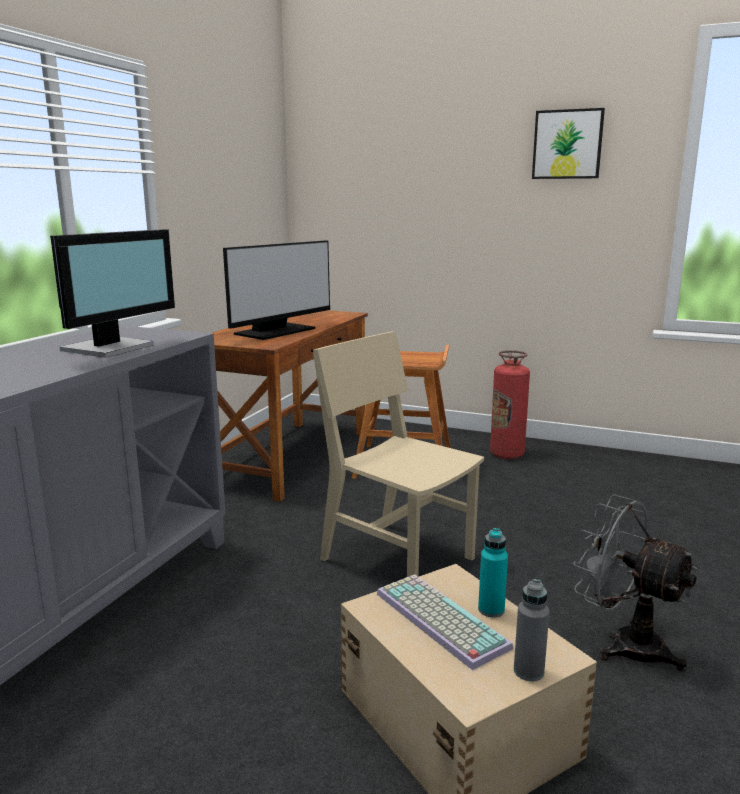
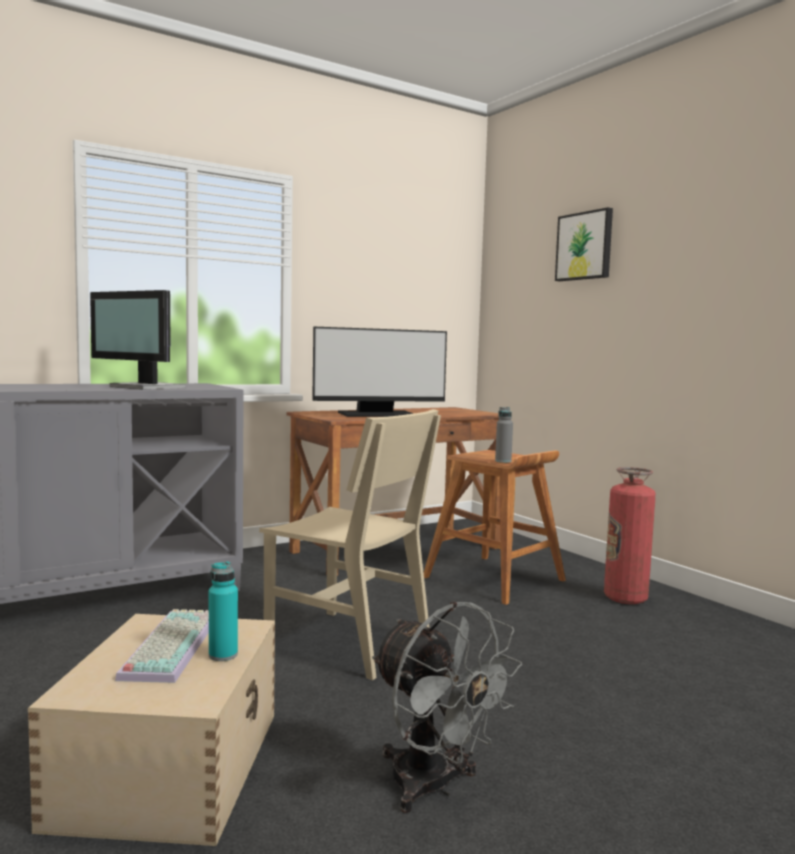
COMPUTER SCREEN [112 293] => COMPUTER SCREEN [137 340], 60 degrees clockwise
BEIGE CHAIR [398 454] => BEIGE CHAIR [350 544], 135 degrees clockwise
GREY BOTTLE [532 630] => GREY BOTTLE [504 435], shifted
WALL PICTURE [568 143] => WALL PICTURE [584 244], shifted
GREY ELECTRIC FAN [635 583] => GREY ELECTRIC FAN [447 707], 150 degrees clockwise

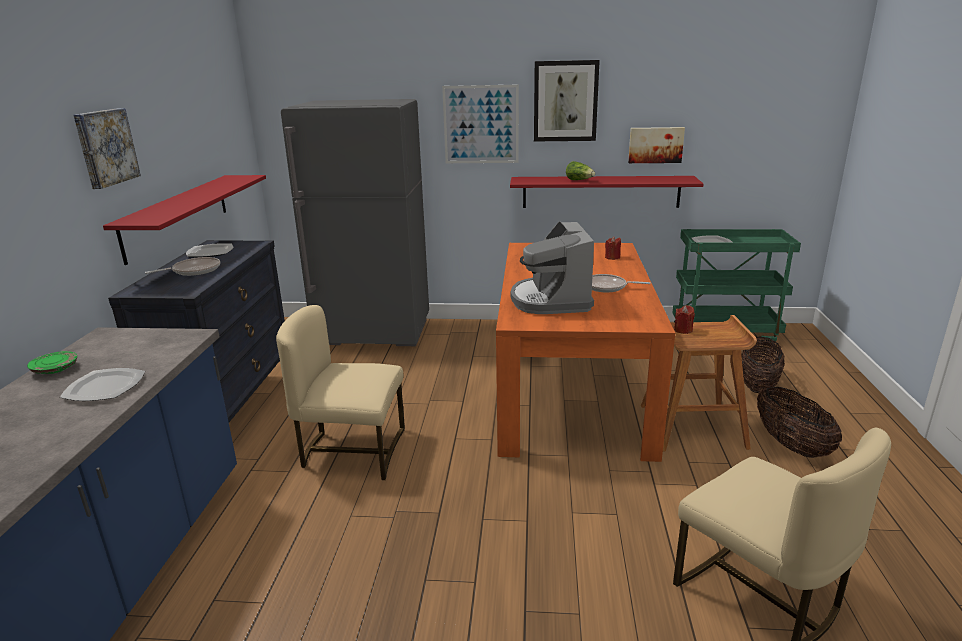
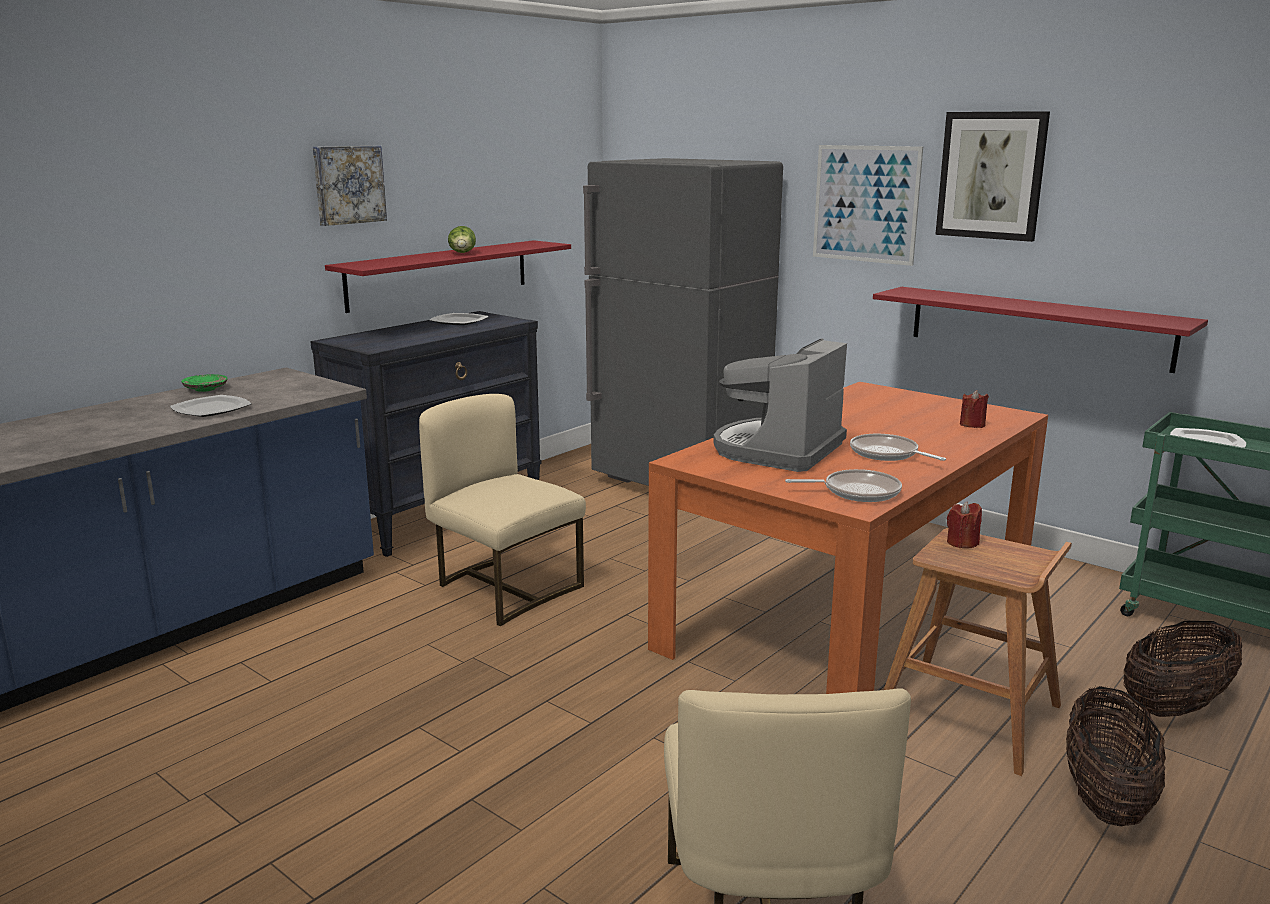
FRYING PAN [182 266] => FRYING PAN [843 485], shifted
HEAD OF LETTUCE [580 170] => HEAD OF LETTUCE [462 239], shifted
WALL PICTURE [656 145] => nothing

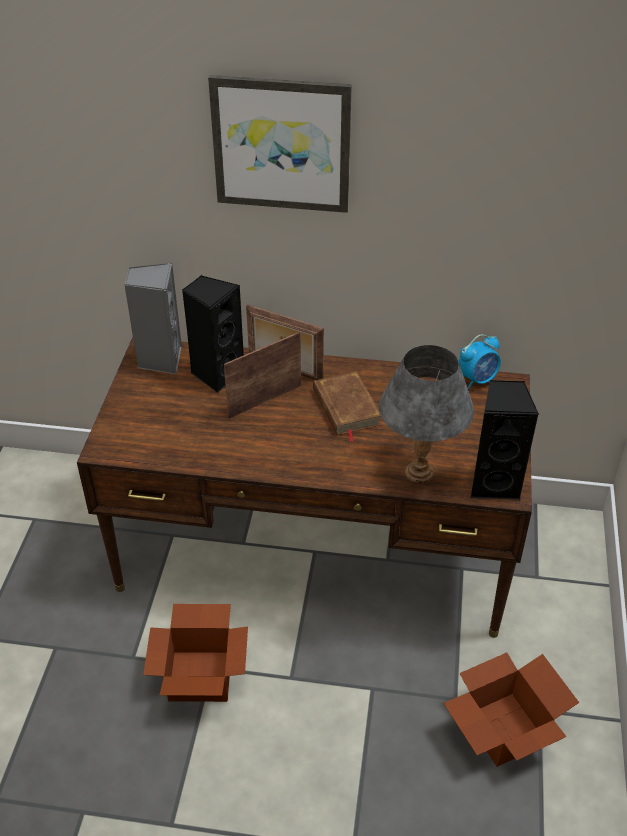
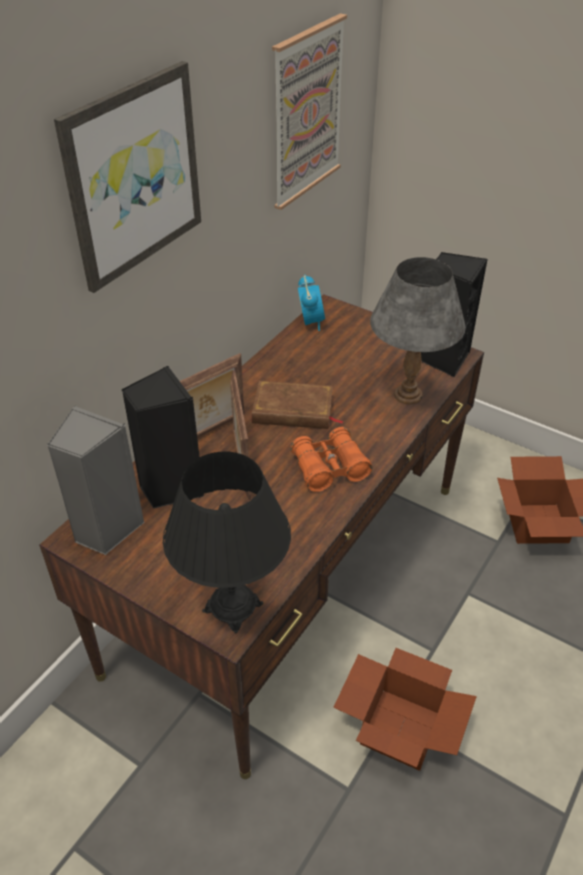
nothing => BLACK TABLE LAMP [227 542]
nothing => WALL PICTURE [309 111]
nothing => ORANGEY FIELD GLASSES [331 459]

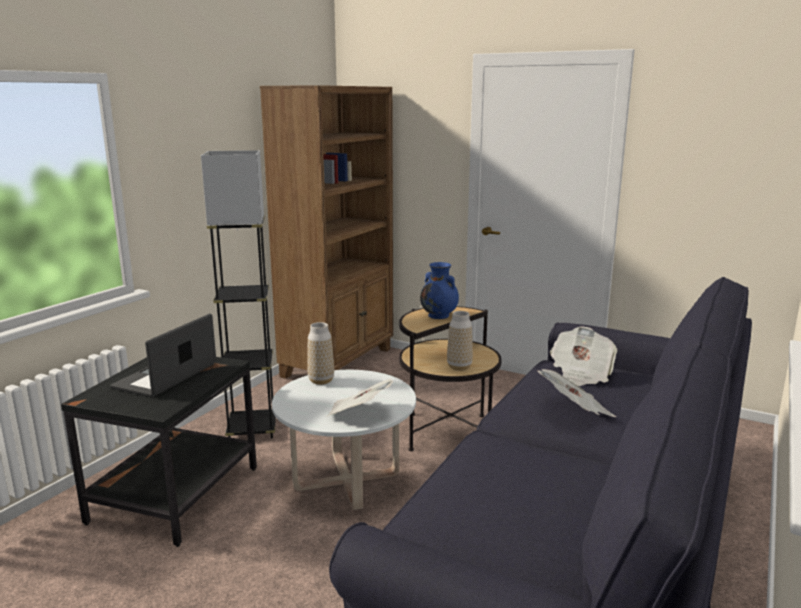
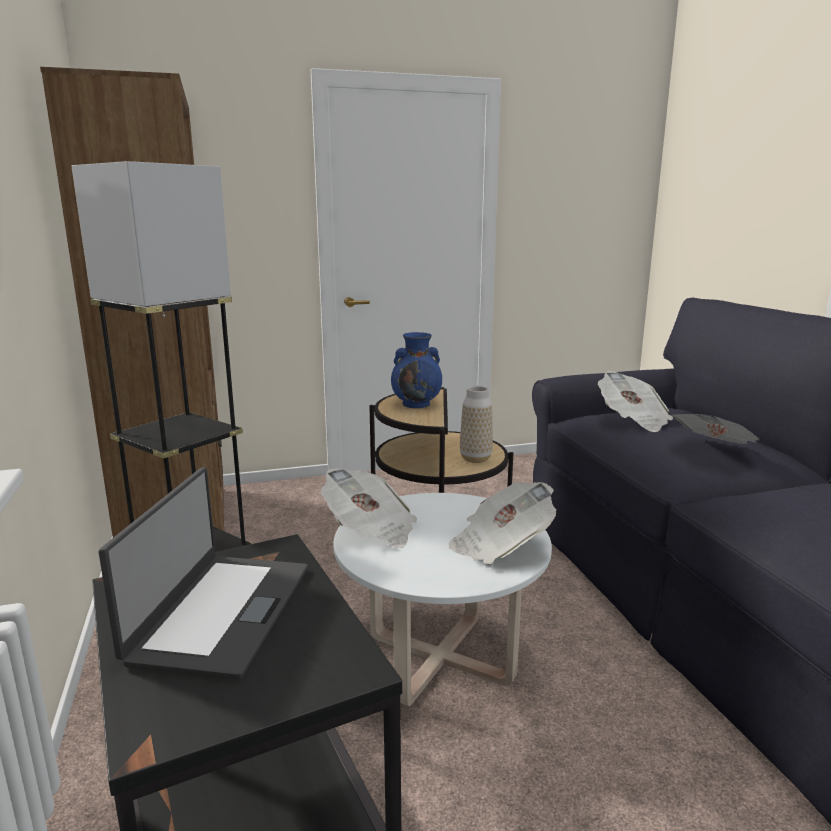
LAPTOP [163 356] => LAPTOP [203 573], 150 degrees counterclockwise
DECORATIVE VASE [320 353] => NEWSPAPER [369 508]

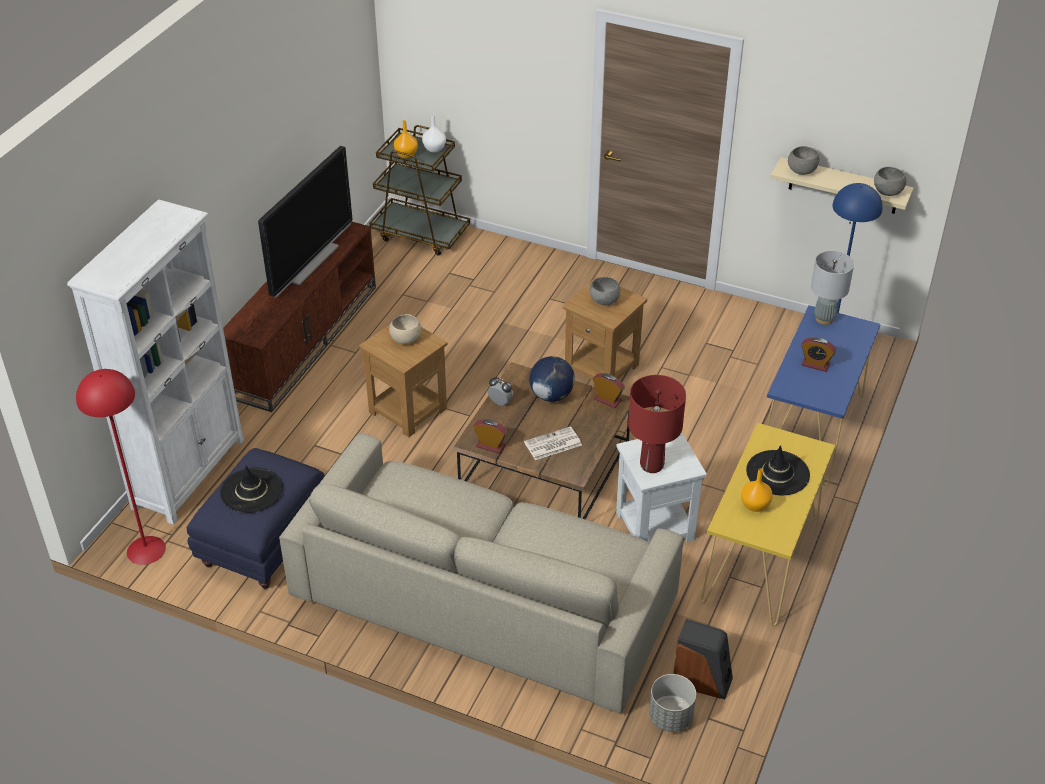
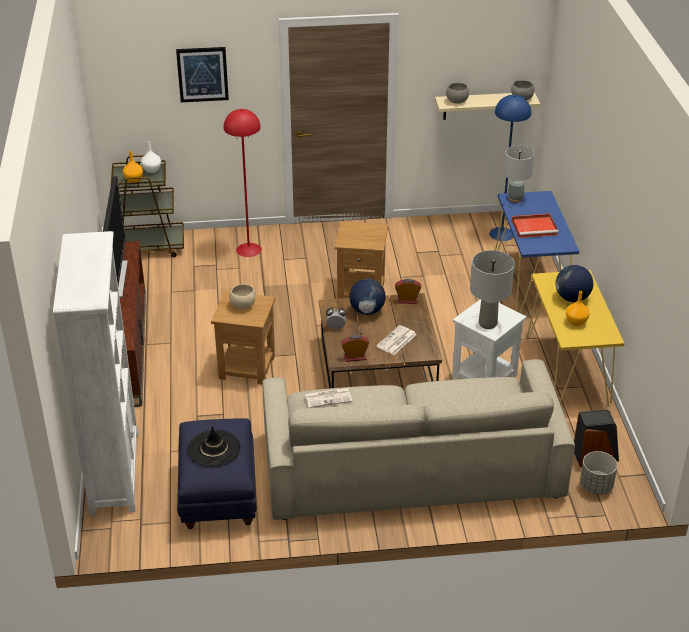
REDDISH FLOOR LAMP [121 467] => REDDISH FLOOR LAMP [242 183], shifted
GREY DEEP DISH [605 291] => nothing
REDDISH TABLE LAMP [657 424] => GREY TABLE LAMP [492 289]
BLACK WEARABLE HAT [778 470] => WORLD GLOBE [575 283]
BEDSIDE CLOCK [819 355] => REDDISH TRAY [535 225]
nothing => WALL PICTURE [202 74]
nothing => NEWSPAPER [328 398]

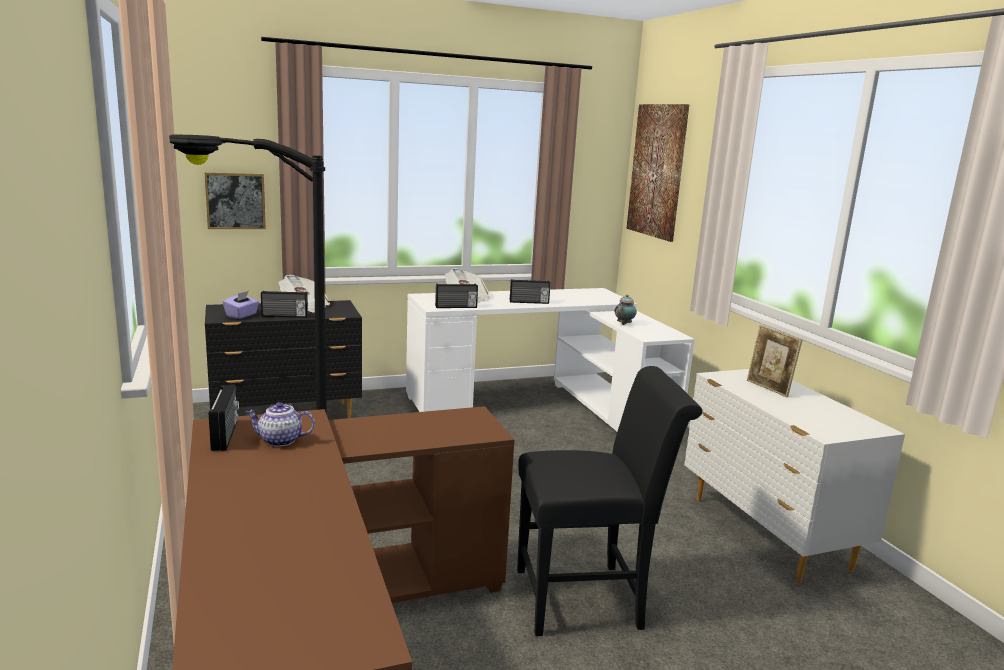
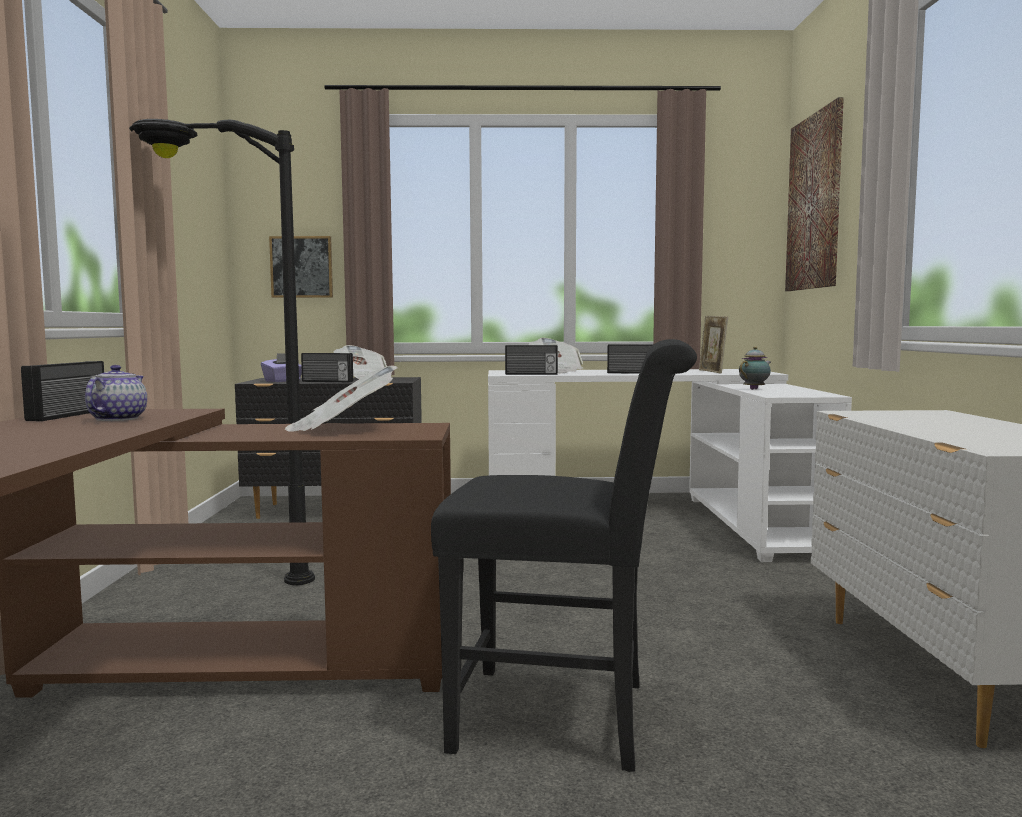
POT FOR TEA [280 424] => POT FOR TEA [116 393], 75 degrees clockwise
PHOTO FRAME [774 361] => PHOTO FRAME [713 345], shifted
nothing => NEWSPAPER [341 398]

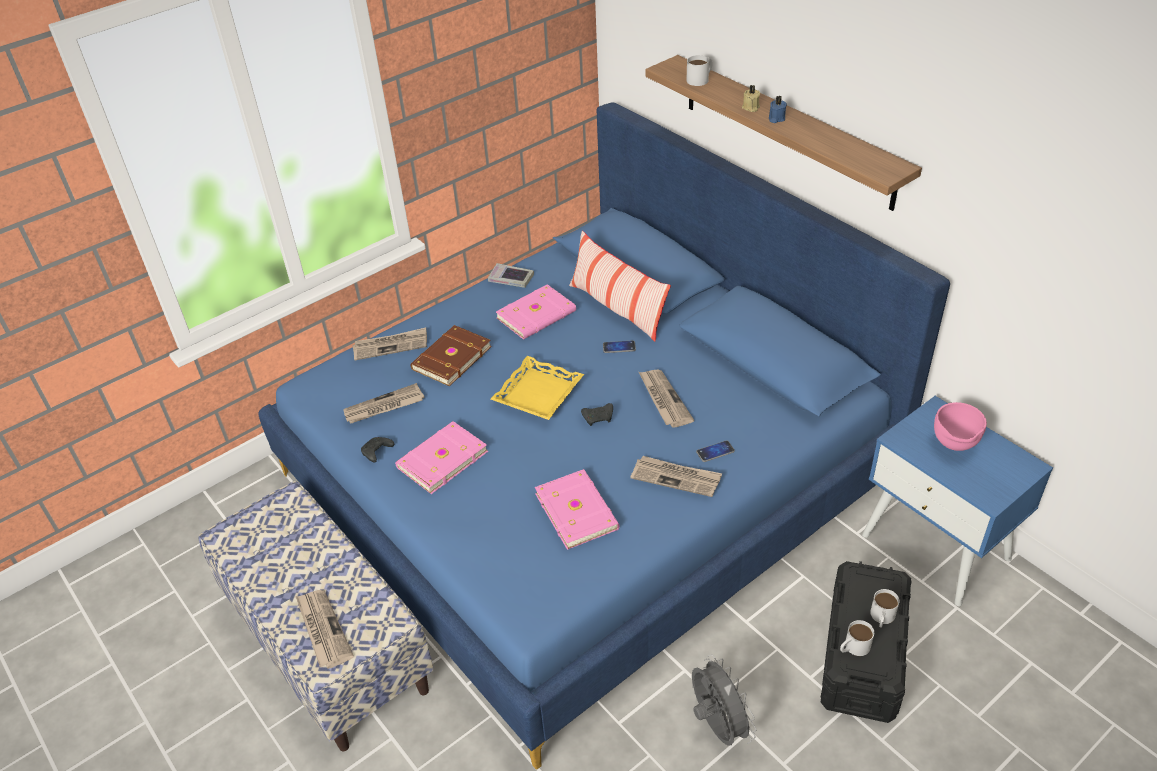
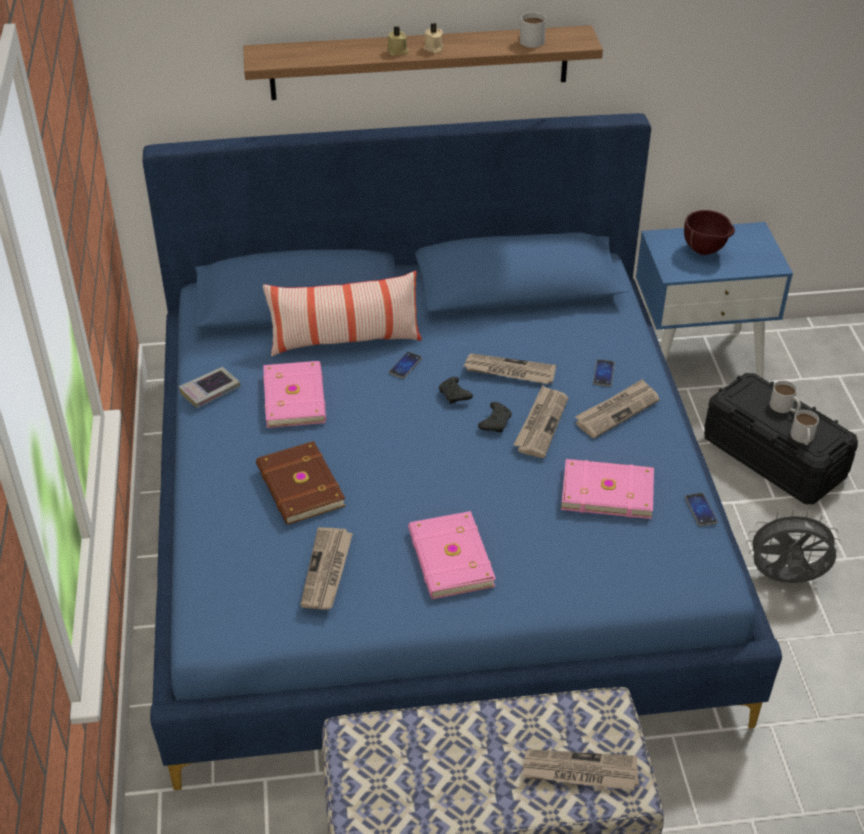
NEWSPAPER [389 344] => NEWSPAPER [541 421], shifted
BLACK GAME CONTROLLER [377 449] => BLACK GAME CONTROLLER [456 390], shifted
YELLOW TRAY [537 388] => nothing
WHITE-COLOURED MUG [700 70] => WHITE-COLOURED MUG [533 30], shifted
BLUE WAX LIGHT [778 109] => BEIGE WAX LIGHT [434 38]
PINKISH DEEP DISH [960 426] => BROWN DEEP DISH [709 232]
nothing => TELEPHONE [701 509]

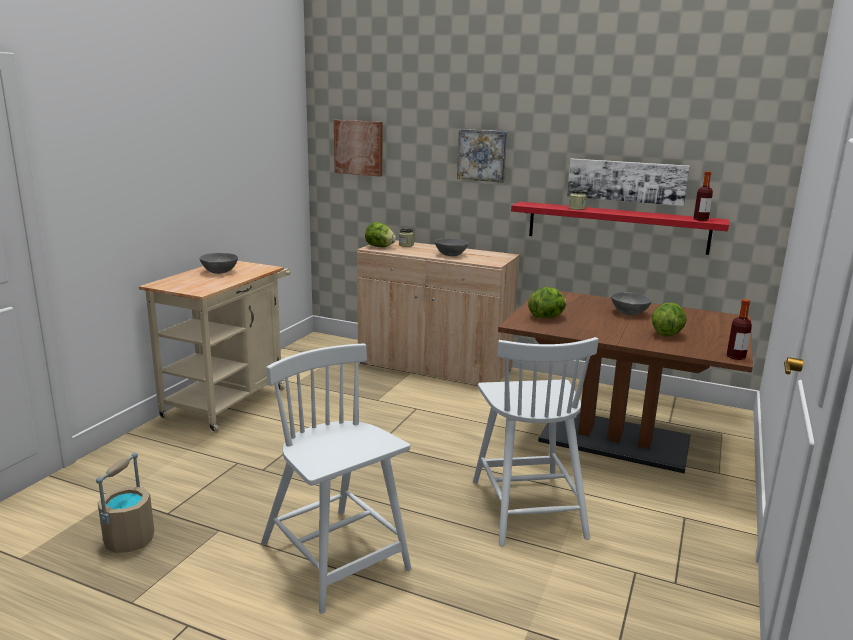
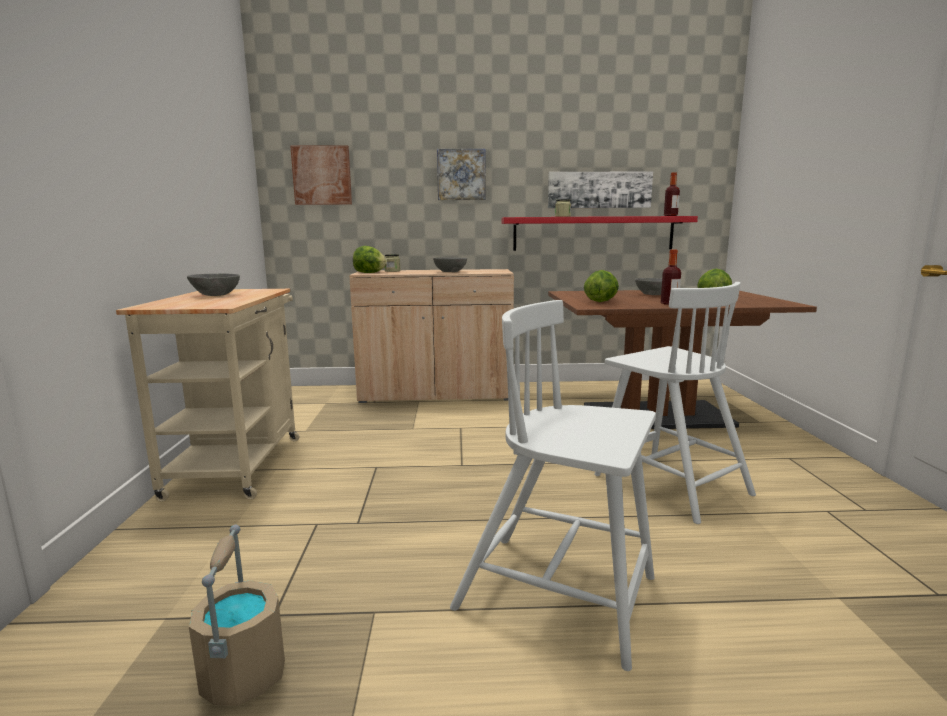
BOTTLE [739 329] => BOTTLE [671 277], shifted

